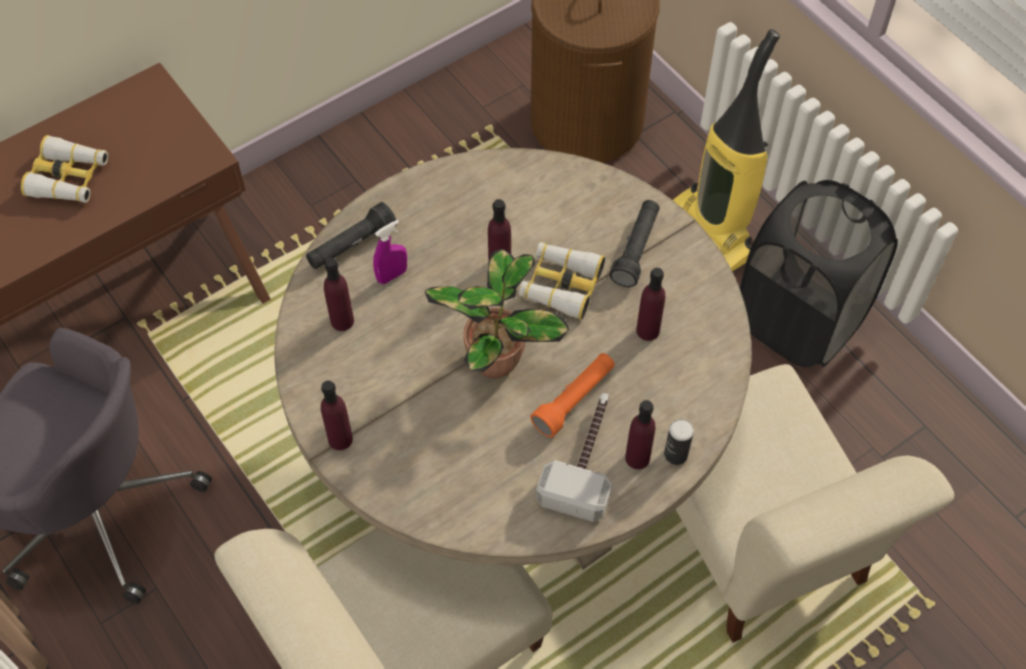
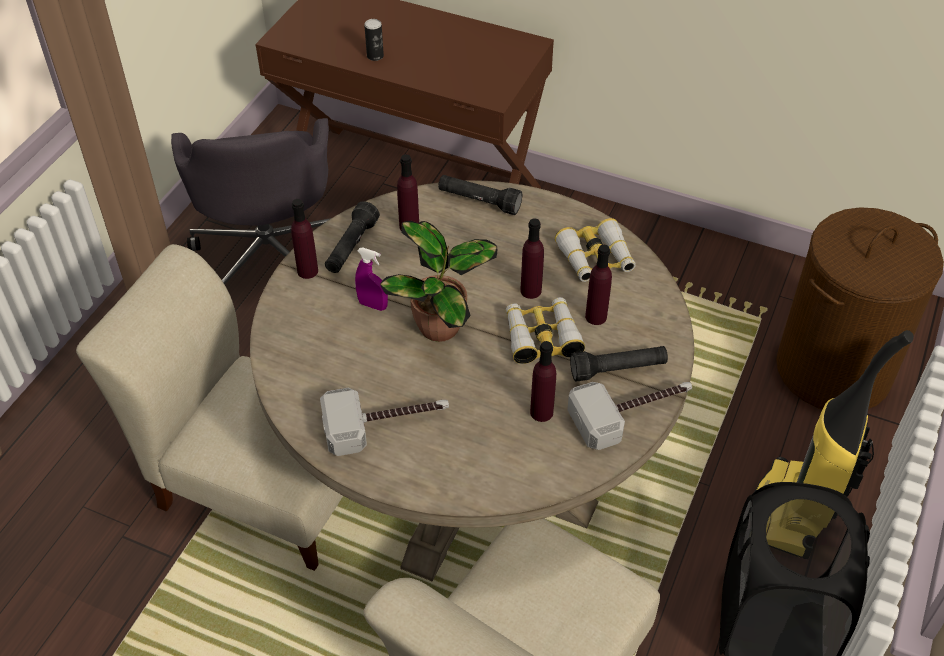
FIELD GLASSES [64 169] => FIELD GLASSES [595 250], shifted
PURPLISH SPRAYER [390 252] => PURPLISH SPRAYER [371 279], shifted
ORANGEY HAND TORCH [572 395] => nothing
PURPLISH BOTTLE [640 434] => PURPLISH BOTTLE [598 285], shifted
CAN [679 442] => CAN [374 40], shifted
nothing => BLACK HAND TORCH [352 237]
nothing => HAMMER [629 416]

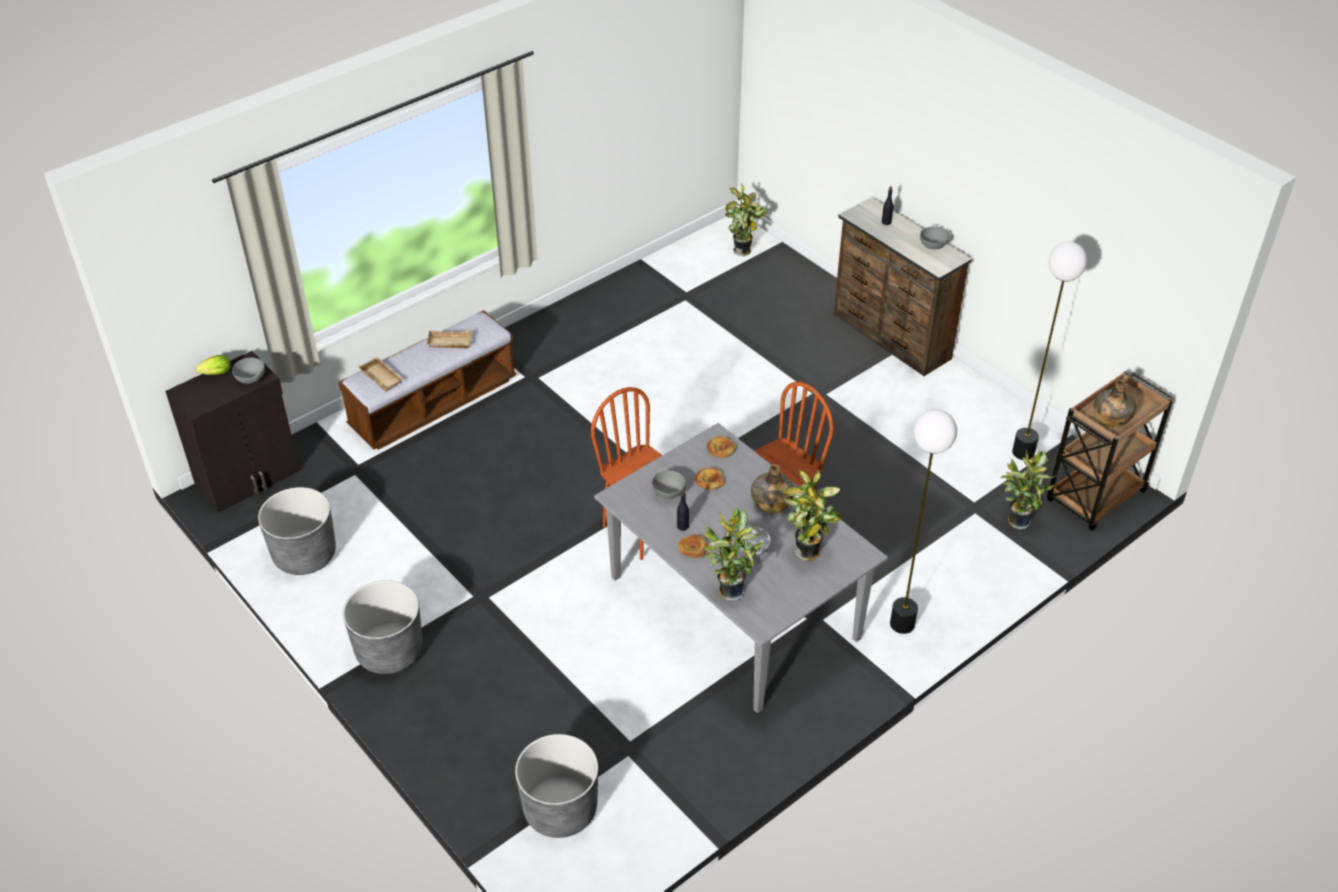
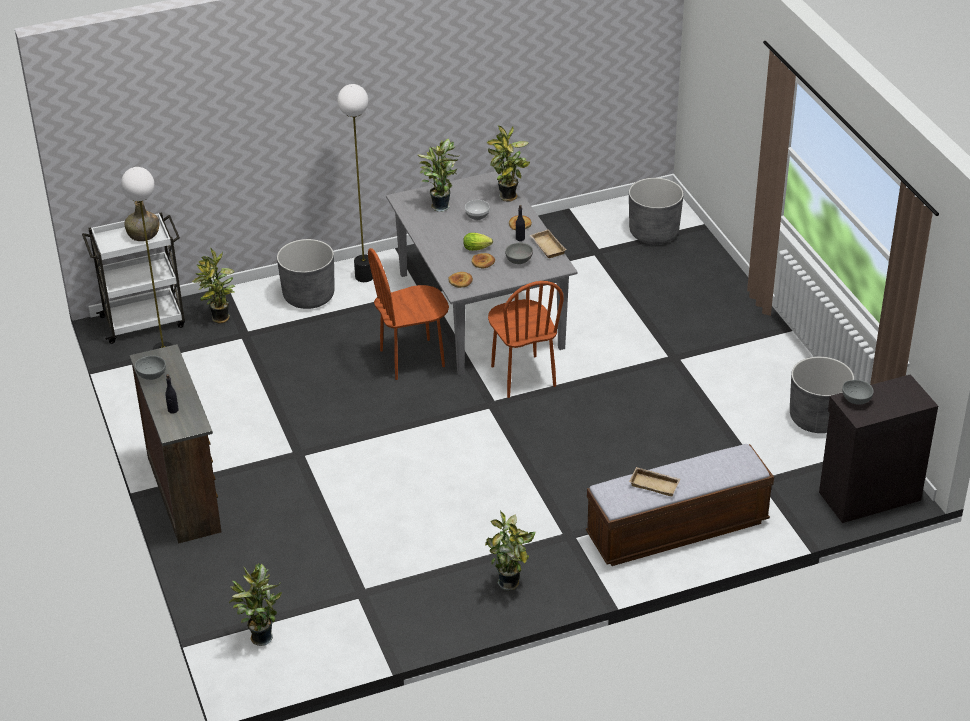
HEAD OF LETTUCE [213 365] => HEAD OF LETTUCE [478 242], shifted
GREY PLANTER [383 627] => GREY PLANTER [305 274], shifted
BEIGE TRAY [381 374] => BEIGE TRAY [548 243], shifted
GREEN-COLOURED BOTTLE [772 489] => nothing
BROWN CART [1110 451] => WHITE-COLOURED CART [133 278]
nothing => PLANT IN A POT [510 550]

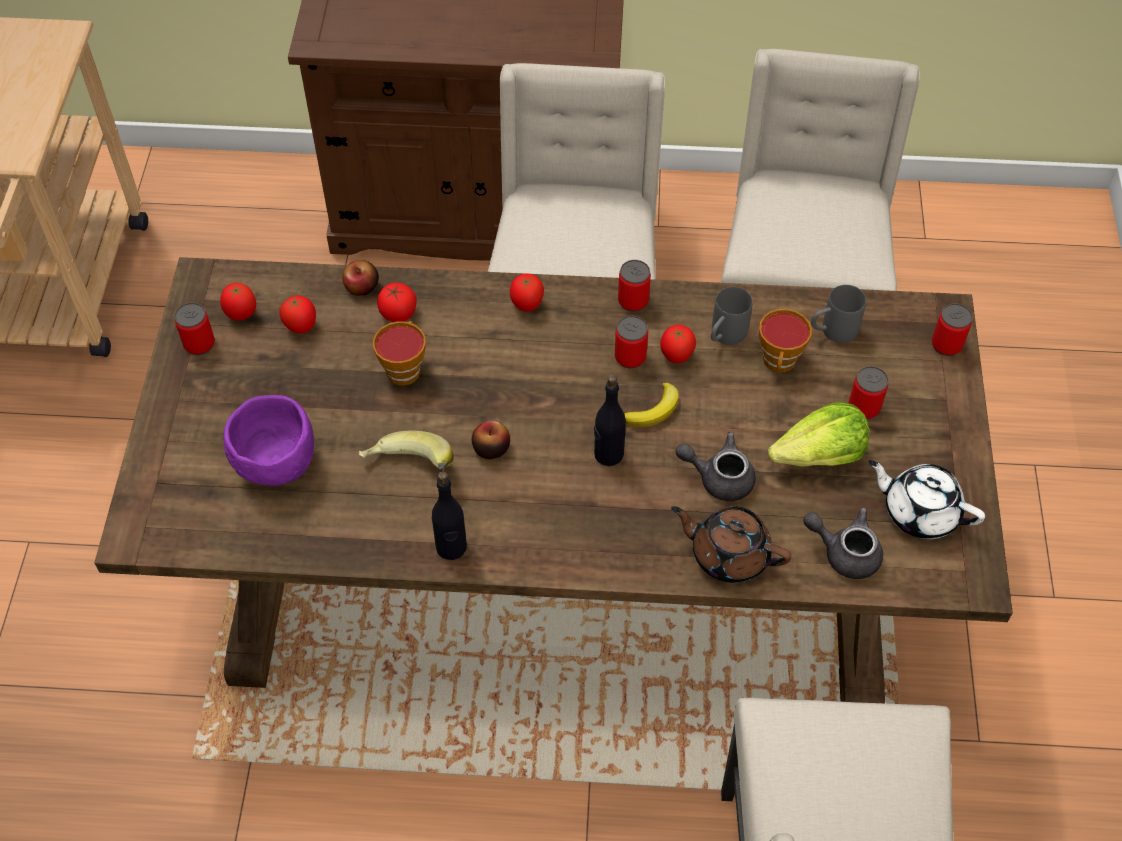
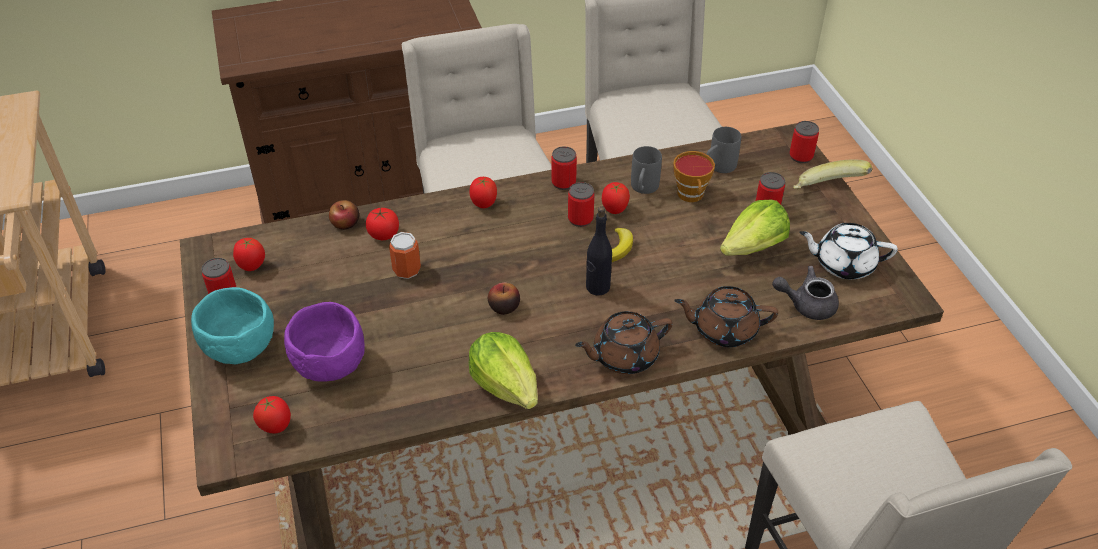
FRESH TOMATO [297 315] => FRESH TOMATO [272 415], shifted
BANANA [406 450] => BANANA [833 174], shifted
CUP [399 353] => CAN [405 255]
BLACK BOTTLE [449 515] => HEAD OF LETTUCE [503 370]
GREY POT FOR TEA [716 466] => nothing
nothing => TURQUOISE DEEP DISH [232 325]
nothing => BROWN POT FOR TEA [623 342]

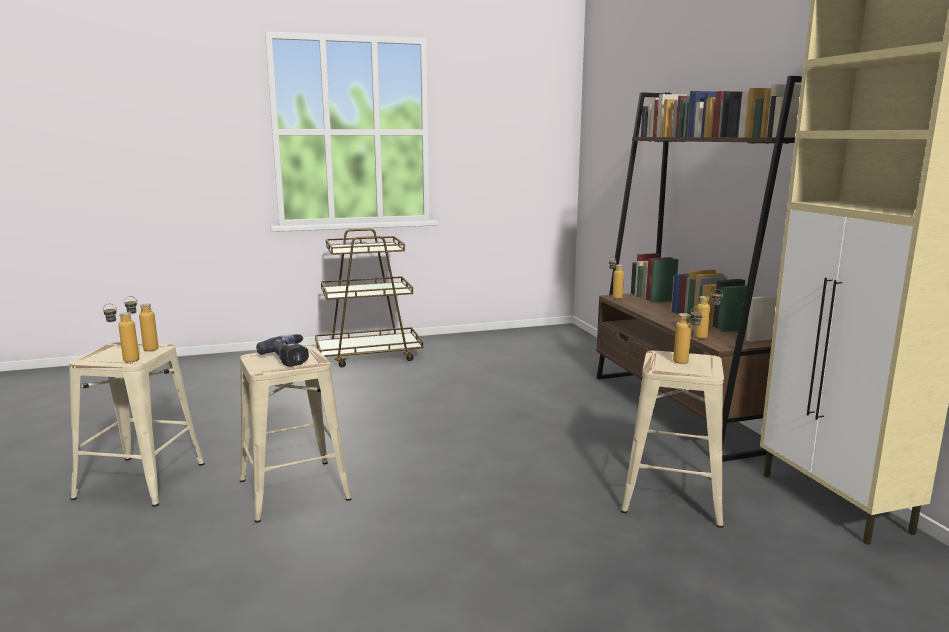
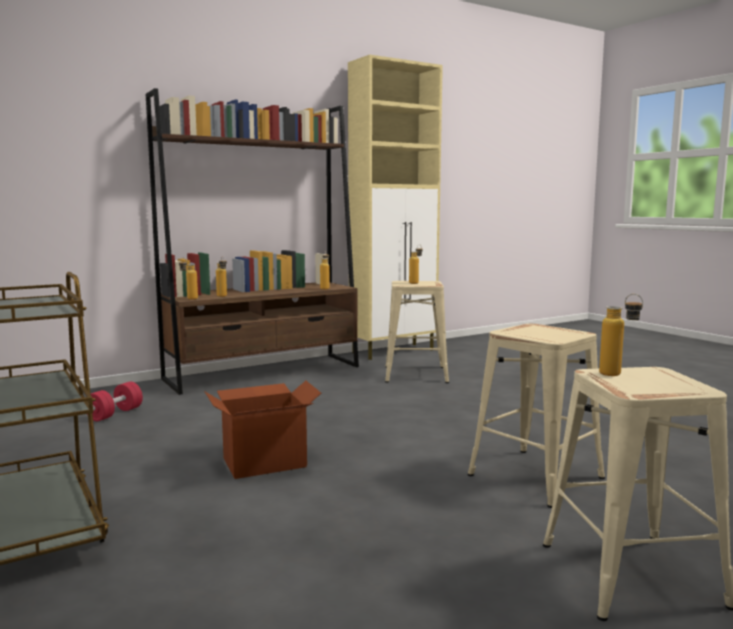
BOTTLE [121 333] => BOTTLE [221 276], shifted
POWER DRILL [282 350] => nothing
nothing => REDDISH FREE WEIGHT [115 401]
nothing => CARTON [263 430]

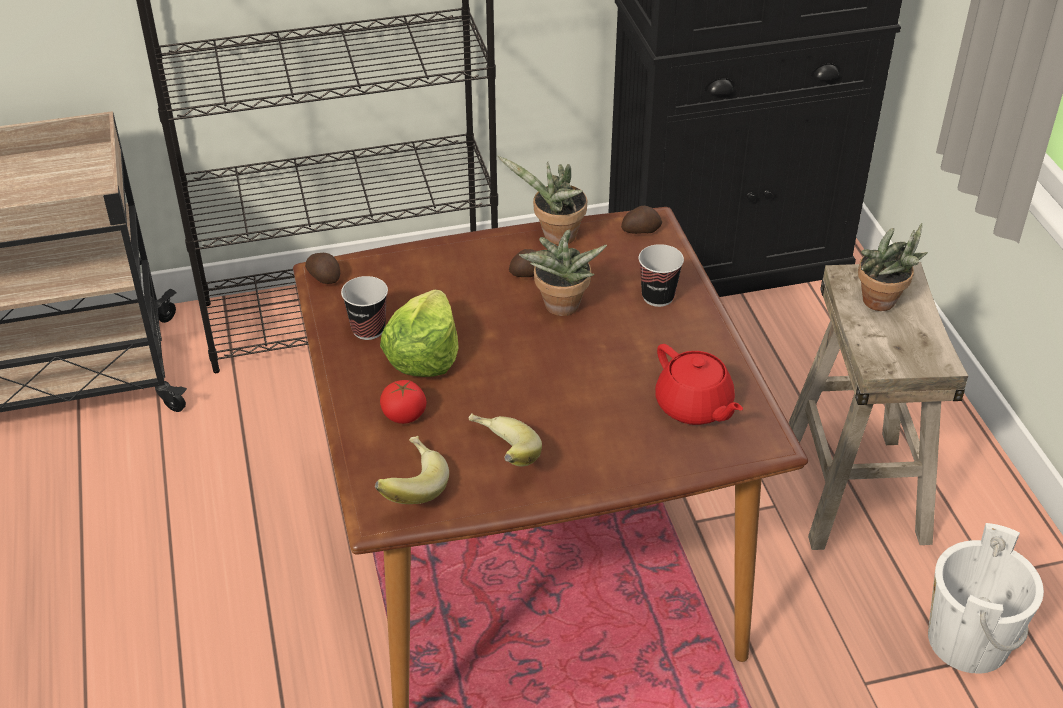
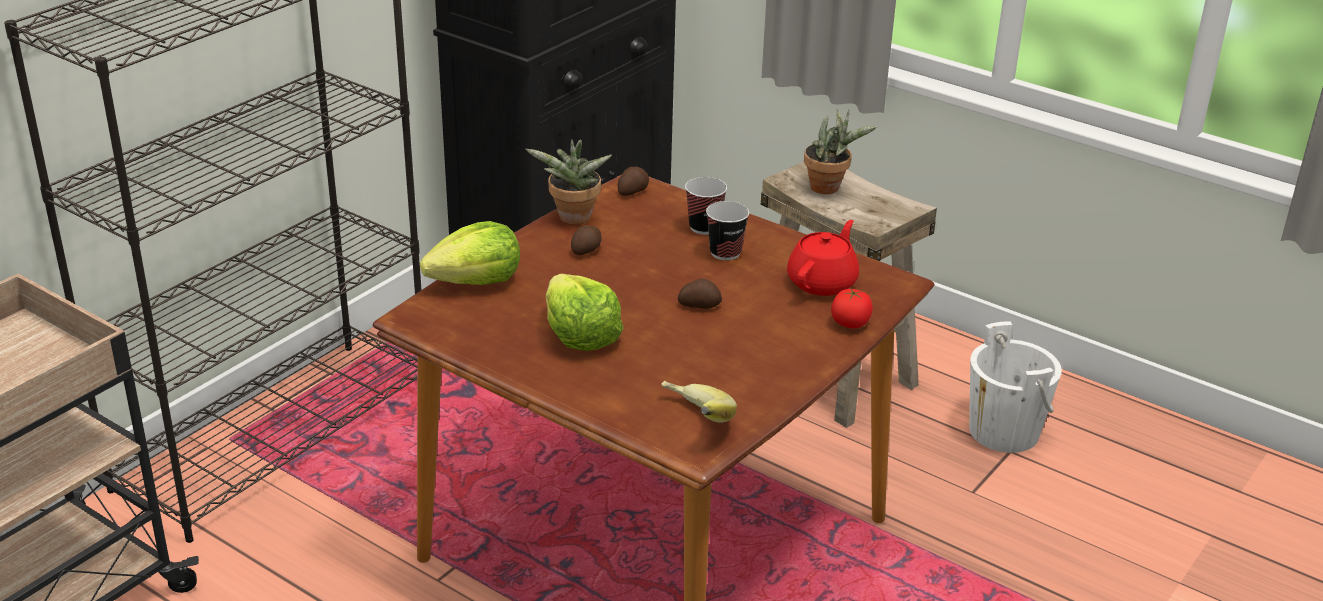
POTATO [322 268] => POTATO [700 293], shifted
CUP [364 308] => CUP [727 230], shifted
FRESH TOMATO [403 402] => FRESH TOMATO [852 308], shifted
BANANA [505 440] => nothing
PLANT IN A POT [563 273] => nothing
REDDISH POT FOR TEA [699 384] => REDDISH POT FOR TEA [823 258], 75 degrees counterclockwise
nothing => HEAD OF LETTUCE [470 253]

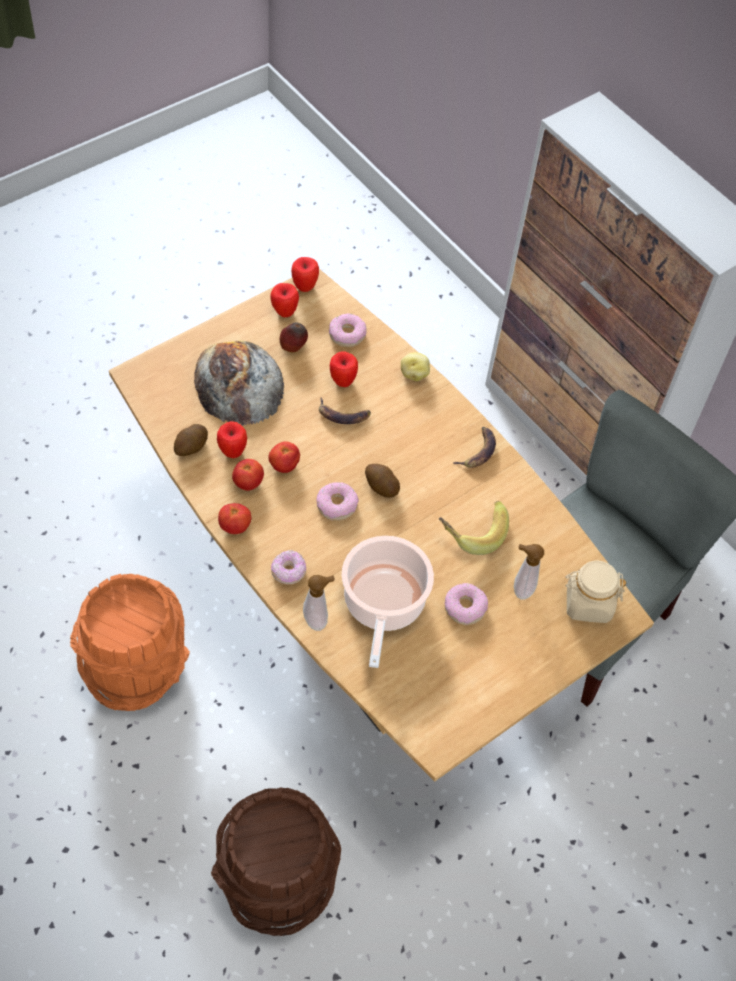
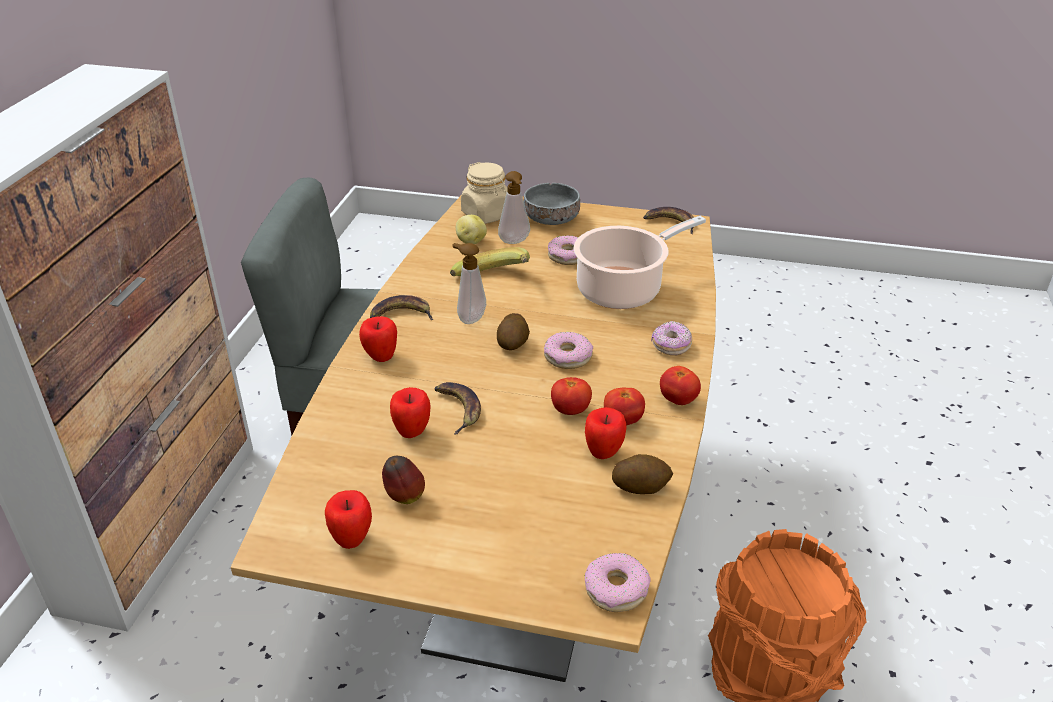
BAKERY BREAD [239 383] => nothing
BROWN BUCKET [276 861] => nothing
APPLE FRUIT [305 274] => APPLE FRUIT [378 339], shifted
SOAP DISPENSER [319 603] => SOAP DISPENSER [469 283], shifted
DOUGHNUT [348 330] => DOUGHNUT [617 582], shifted
POTATO [415 366] => POTATO [471 229], shifted
nothing => GREY DEEP DISH [552 204]
nothing => BANANA [668 220]

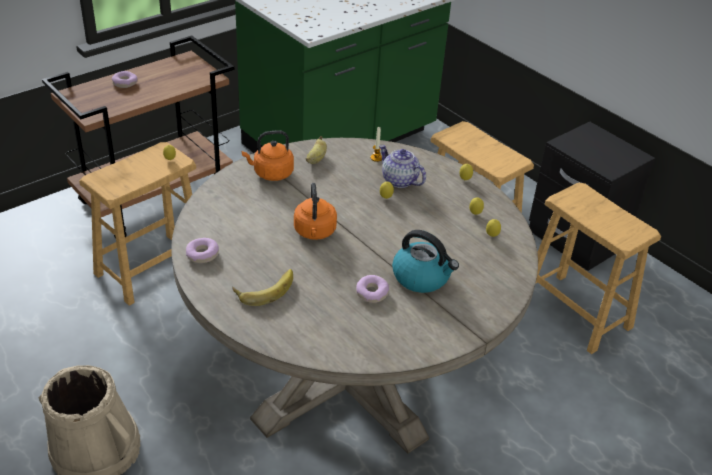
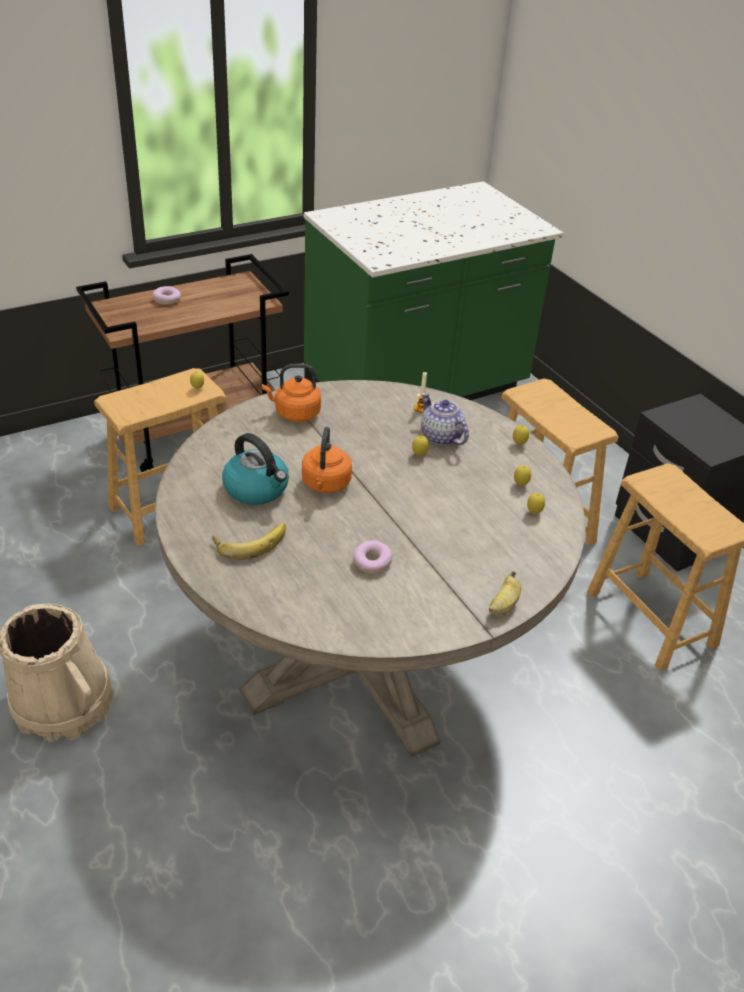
DOUGHNUT [202 250] => nothing
BANANA [316 150] => BANANA [505 593], shifted
KETTLE [425 261] => KETTLE [255 469], shifted

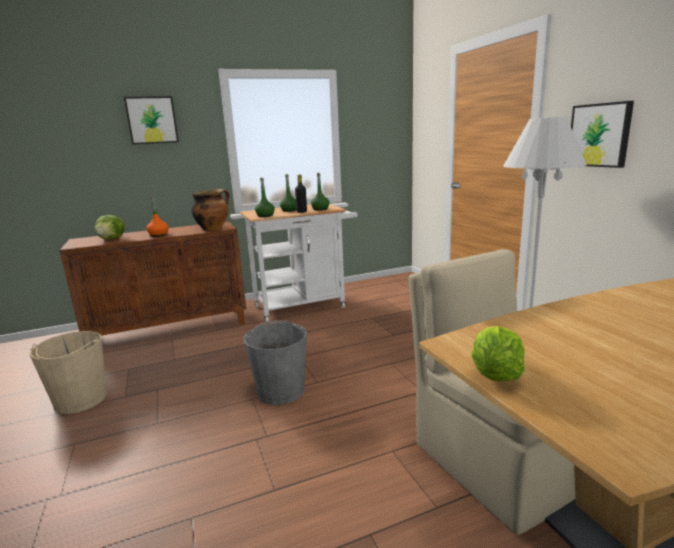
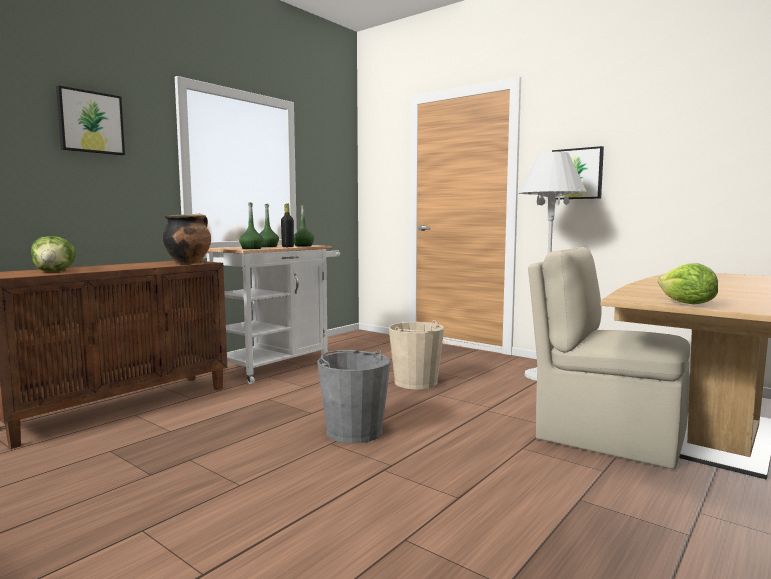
BEIGE BUCKET [68 372] => BEIGE BUCKET [416 354], shifted
ORANGEY BOTTLE [157 216] => nothing

